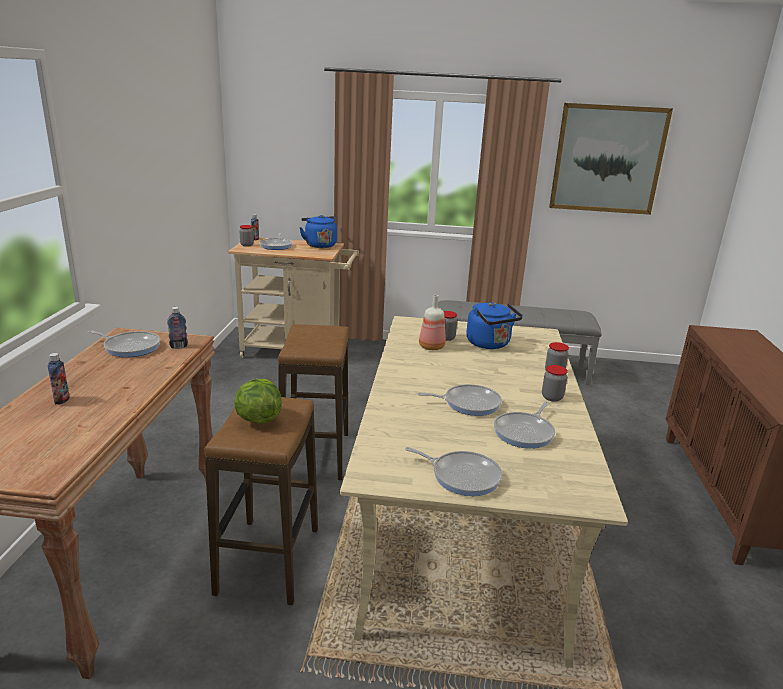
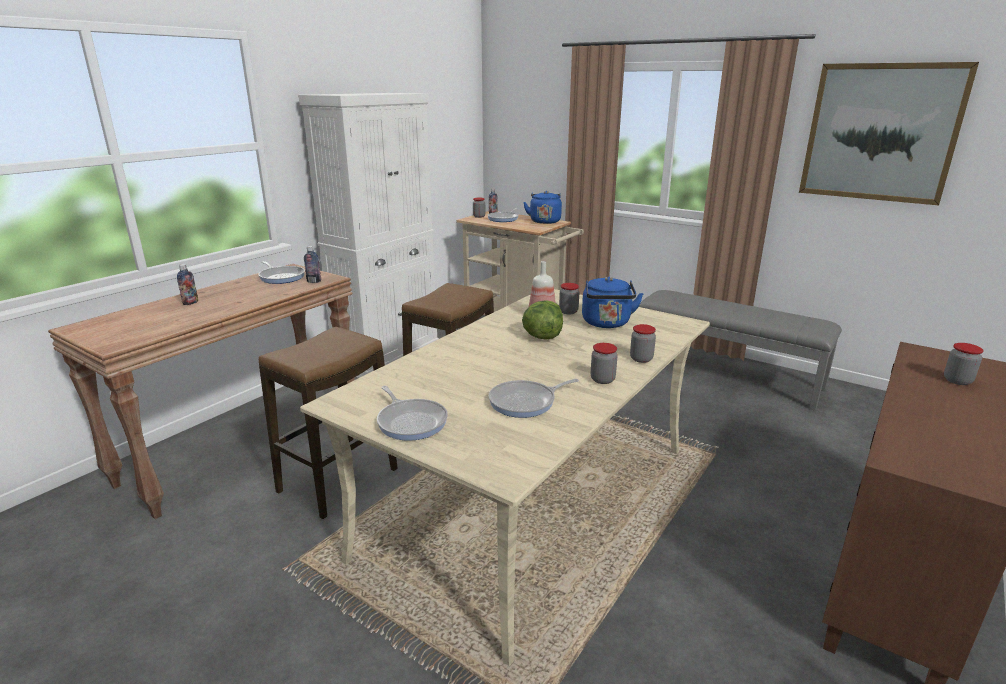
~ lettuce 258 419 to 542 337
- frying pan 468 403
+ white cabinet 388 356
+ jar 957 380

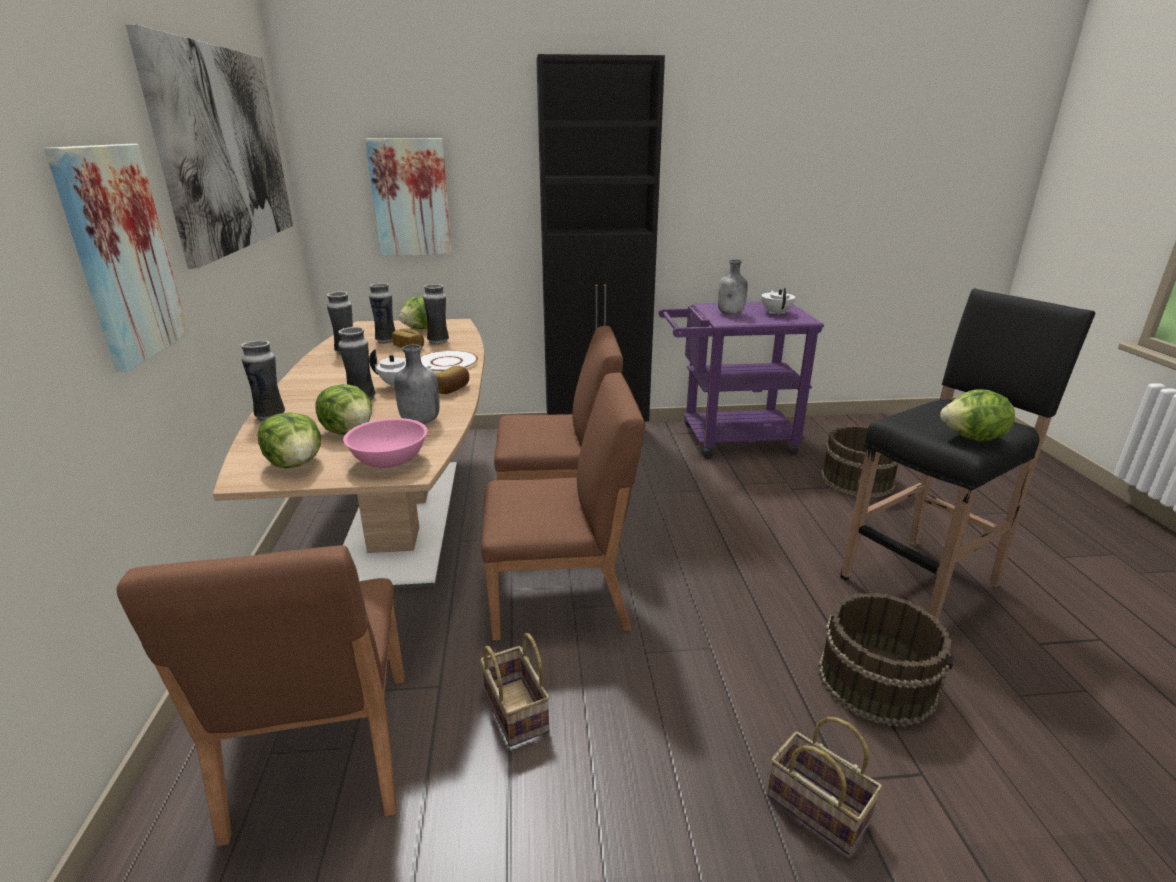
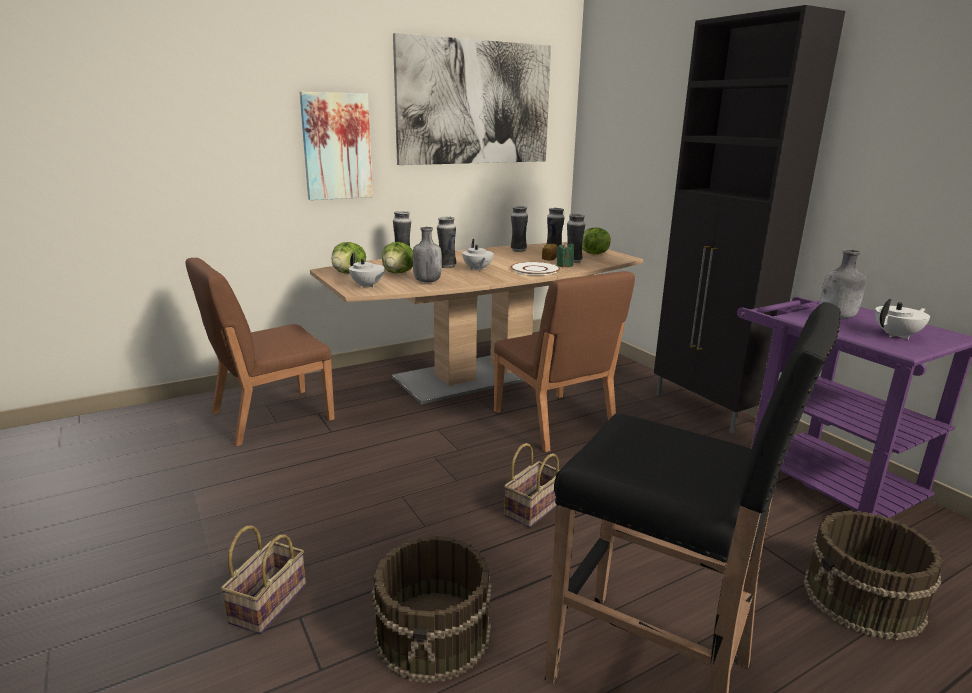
- picture 411 198
- bread 452 389
- brown chair 560 597
- lettuce 973 439
~ pink bowl 390 460 to white teapot 367 286
~ basket 513 710 to 533 507
+ green candle 564 265

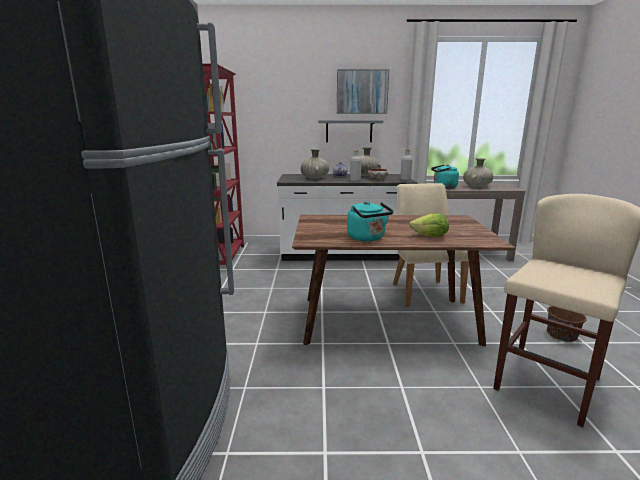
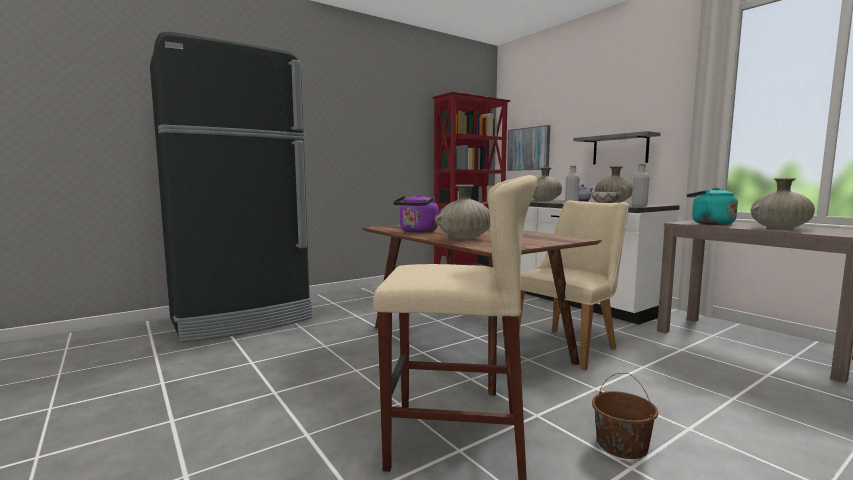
~ picture 362 92 to 528 149
~ turquoise kettle 367 238 to purple kettle 418 232
~ lettuce 430 236 to beige vase 465 238

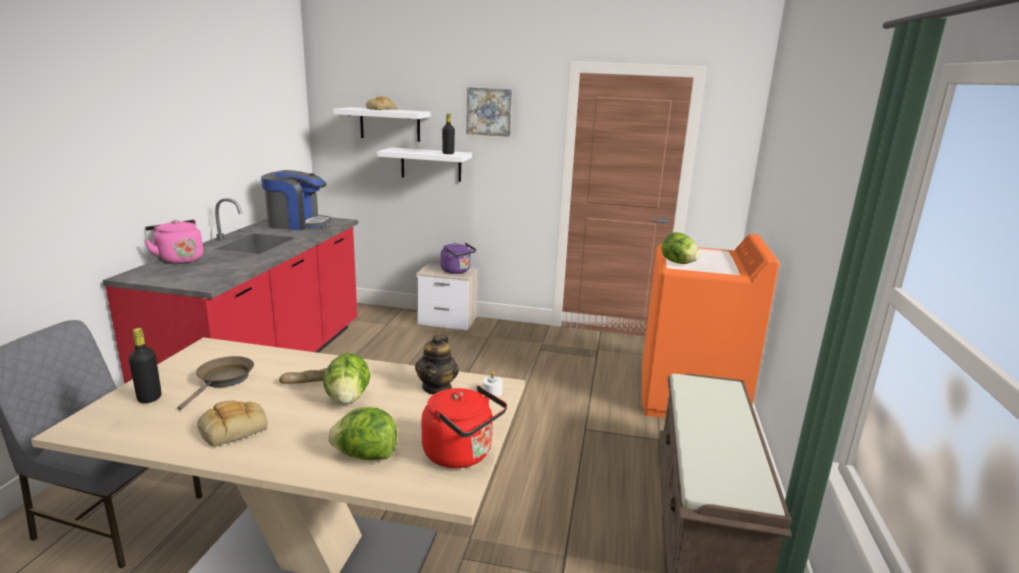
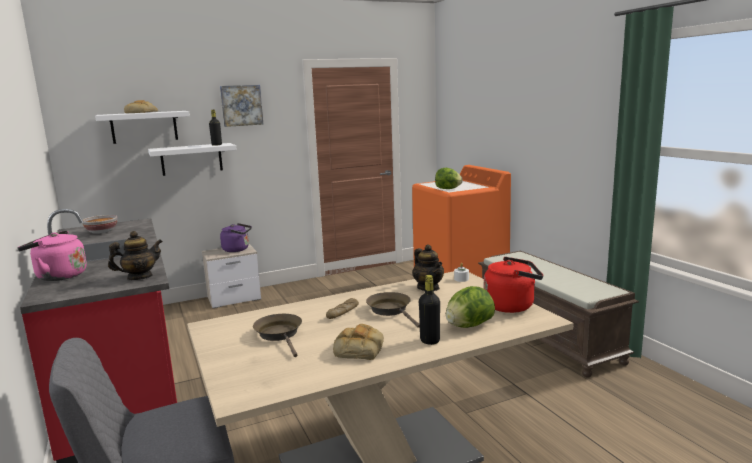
~ coffee machine 297 224 to bowl 101 231
~ black bottle 149 398 to 430 340
~ lettuce 348 399 to brown frying pan 391 310
+ teapot 139 277

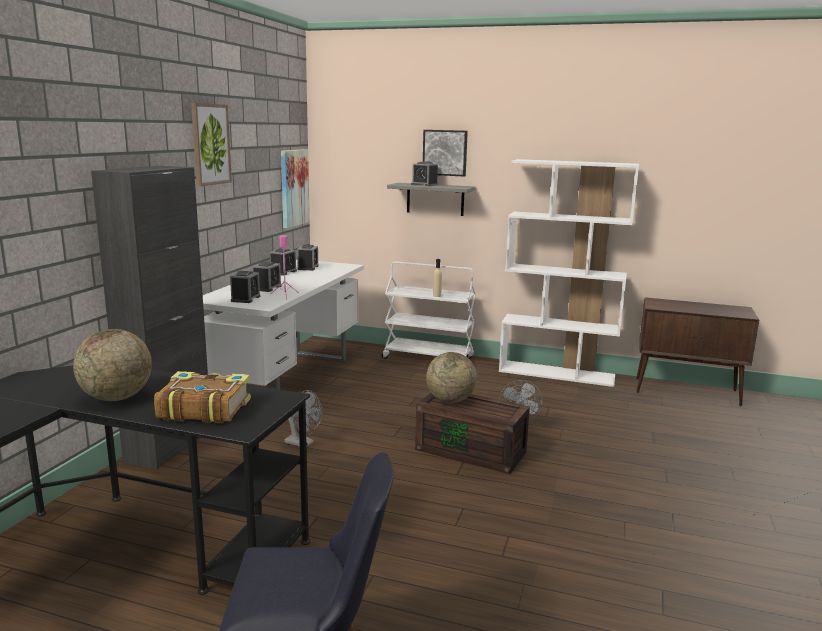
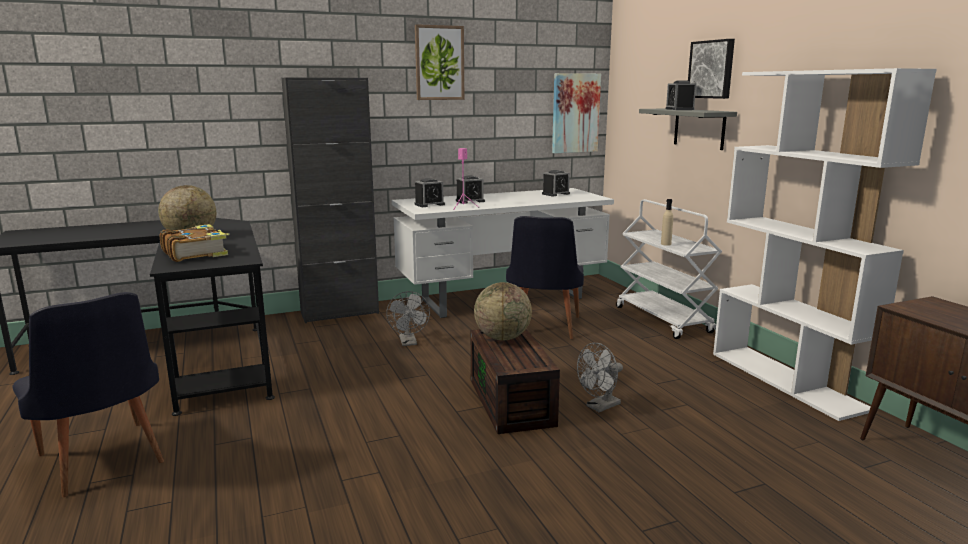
- alarm clock 283 272
+ black chair 544 328

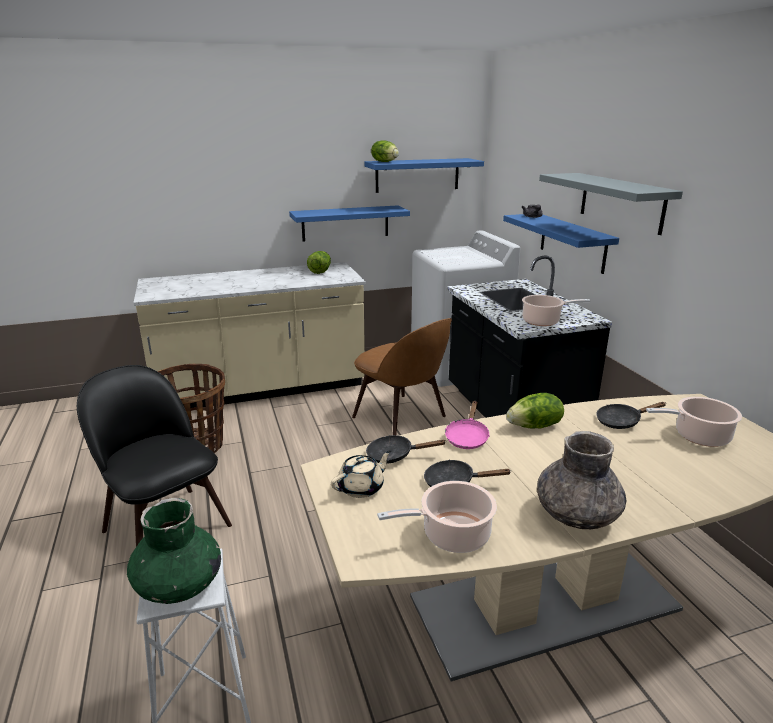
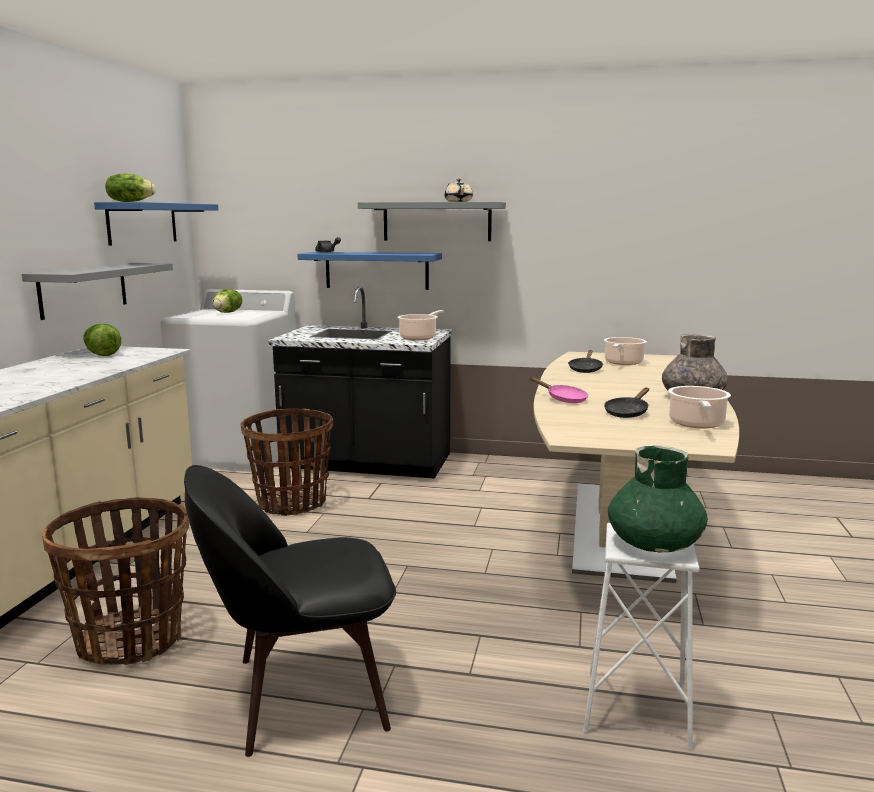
~ blue shelf 345 223 to grey shelf 84 289
~ brown chair 402 418 to basket 291 503
~ lettuce 535 426 to 228 312
- black frying pan 394 455
~ beige teapot 362 488 to 458 201

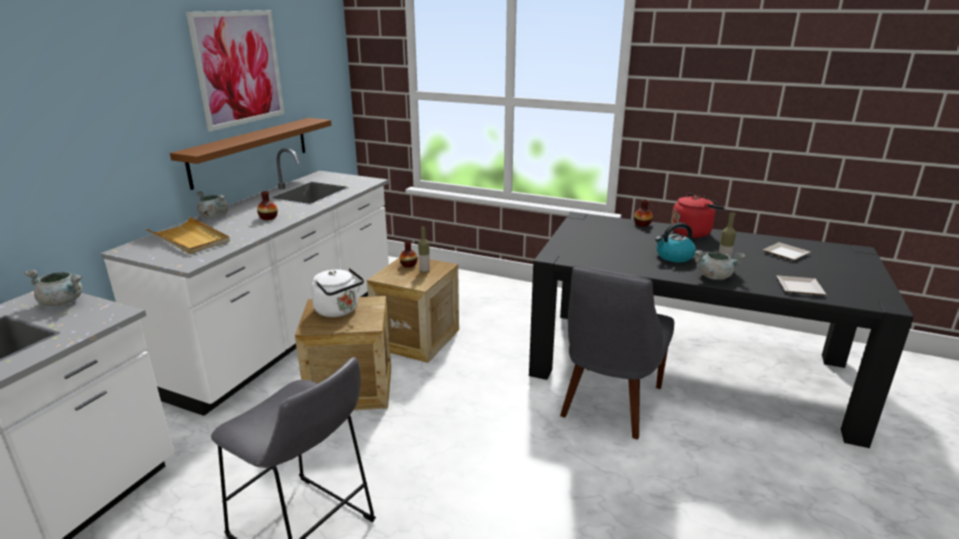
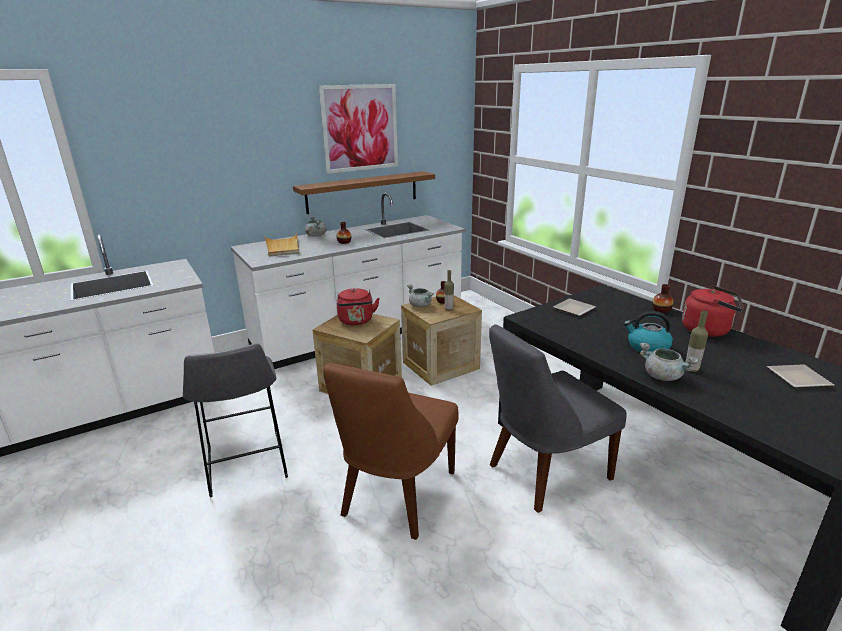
~ white kettle 339 311 to red kettle 356 321
~ grey cooking pot 63 302 to 421 306
~ plate 801 288 to 574 310
+ brown chair 396 496

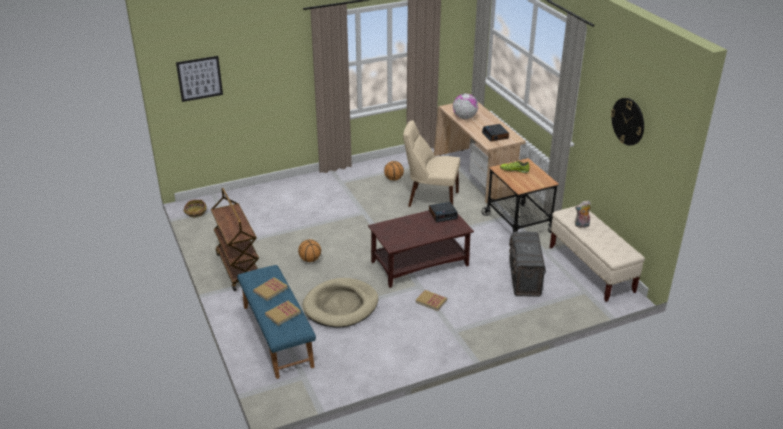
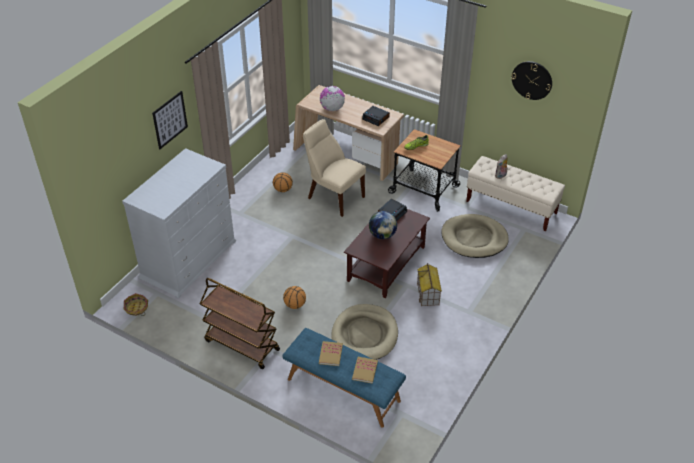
~ picture 199 78 to 170 119
~ beige chair 430 199 = 334 196 60 degrees clockwise
~ grey storage box 524 278 to beige dog bed 474 238
~ book 431 301 to toy house 428 294
+ white dresser 188 259
+ globe 382 235

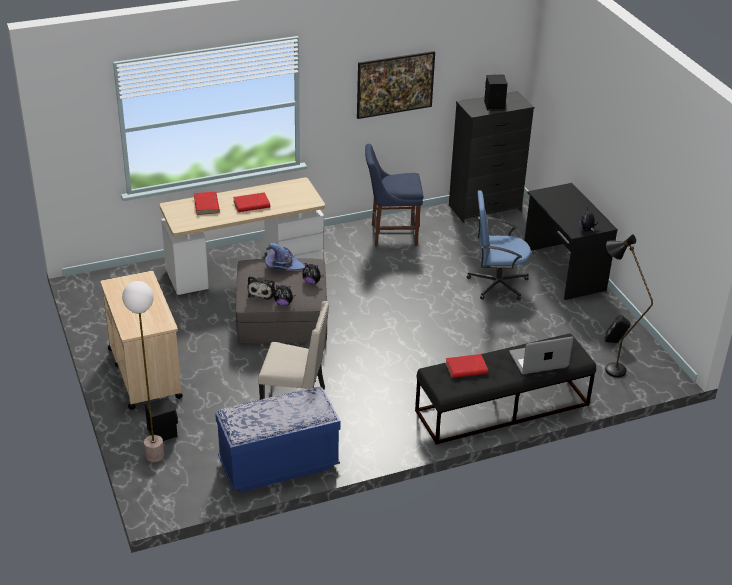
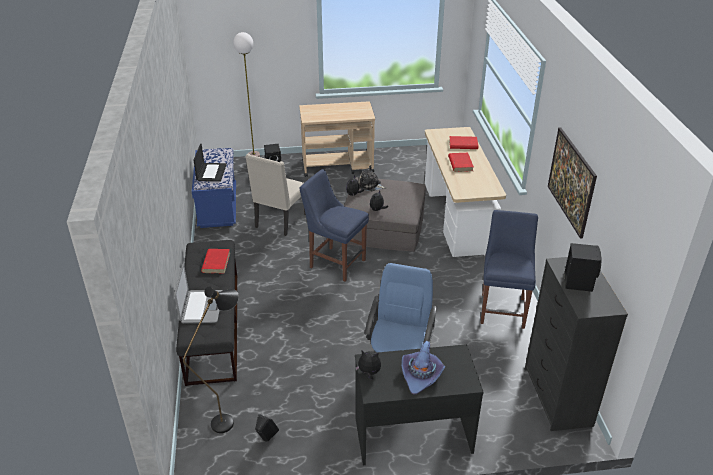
~ purple hat 283 266 to 421 375
+ laptop 211 172
+ blue chair 335 262

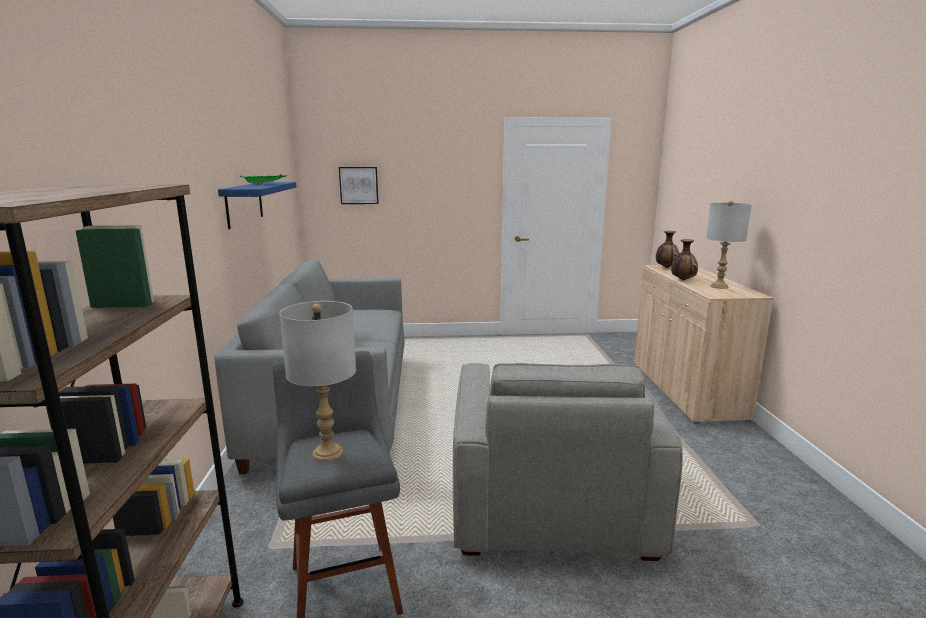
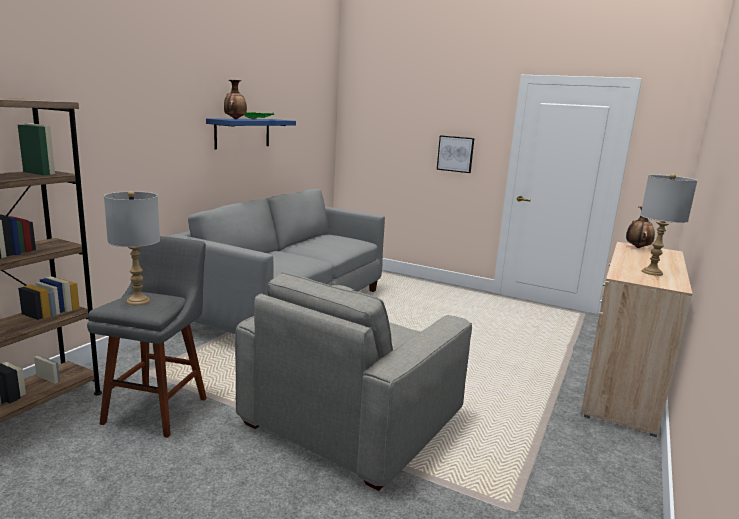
~ picture 359 185 to 455 154
~ vase 682 280 to 235 119

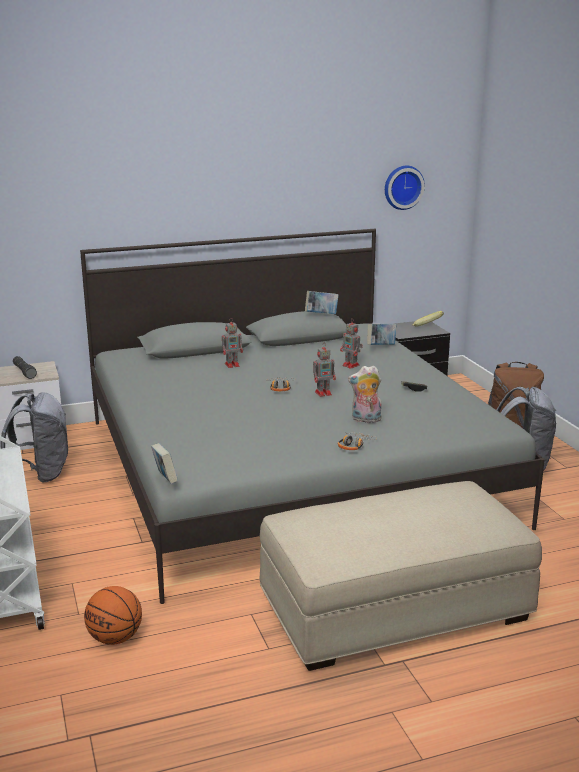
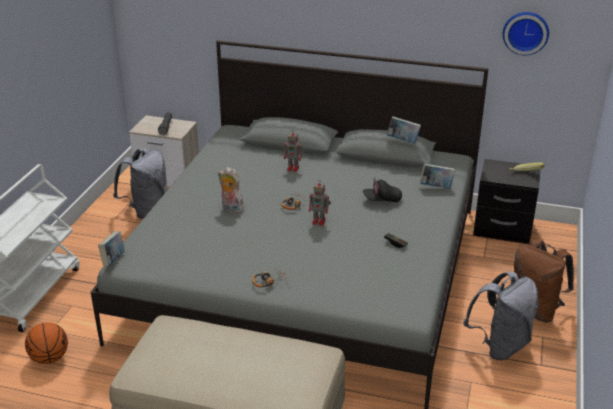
~ toy robot 351 365 to black cap 382 200
~ plush toy 365 420 to 230 208

